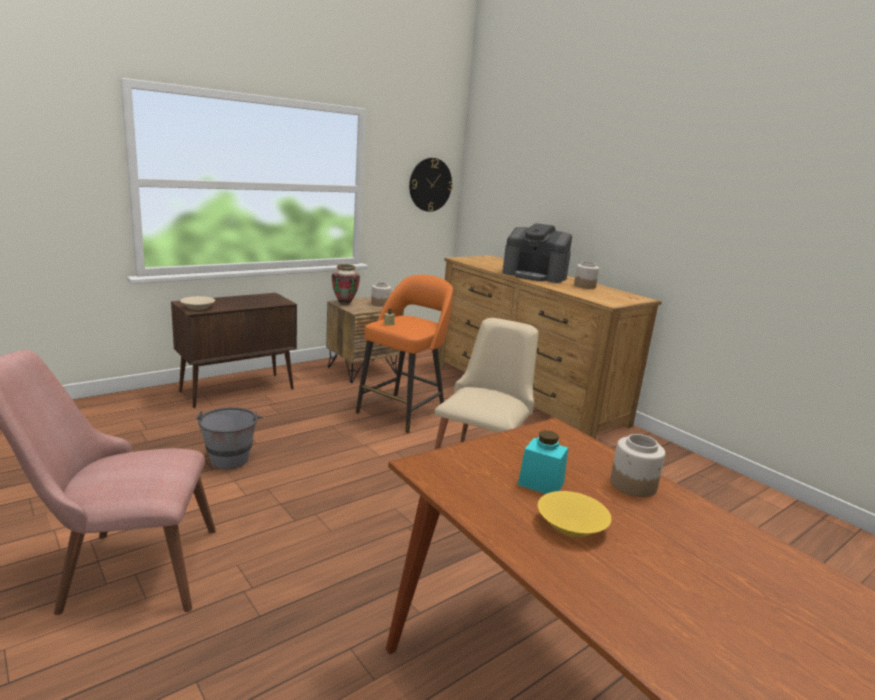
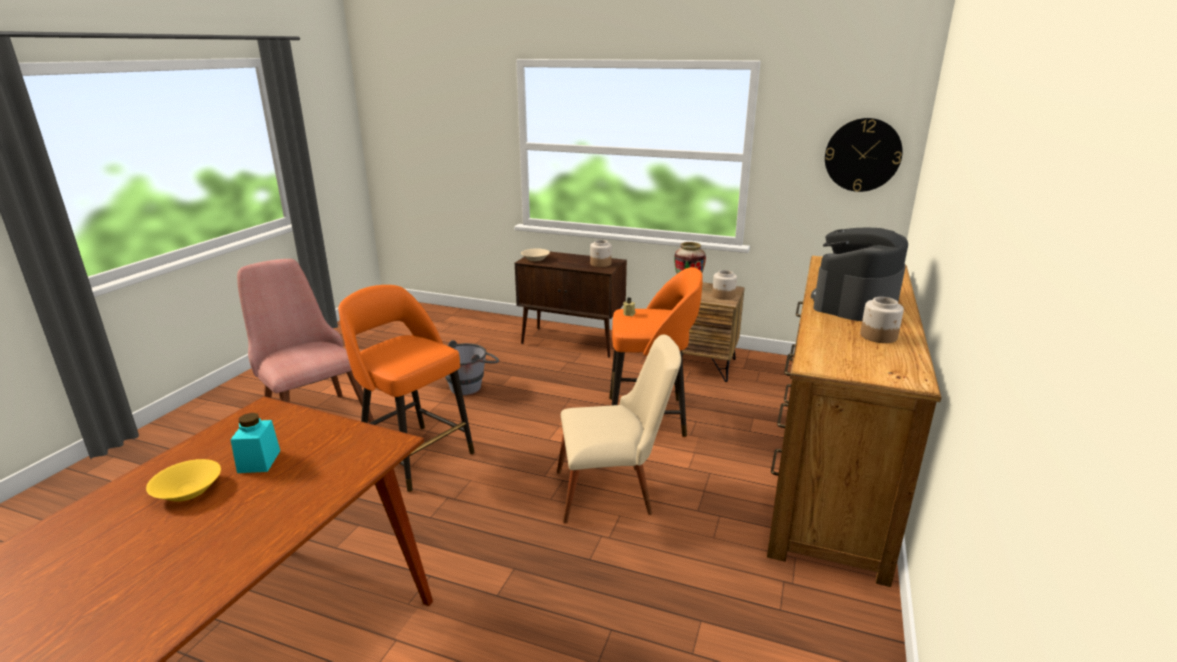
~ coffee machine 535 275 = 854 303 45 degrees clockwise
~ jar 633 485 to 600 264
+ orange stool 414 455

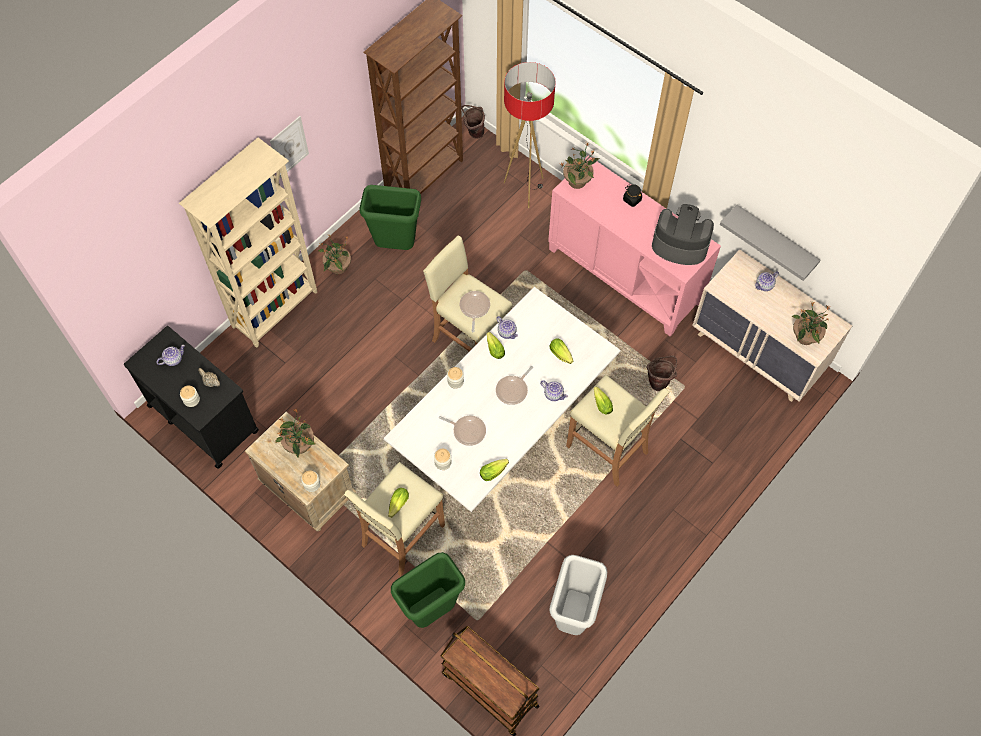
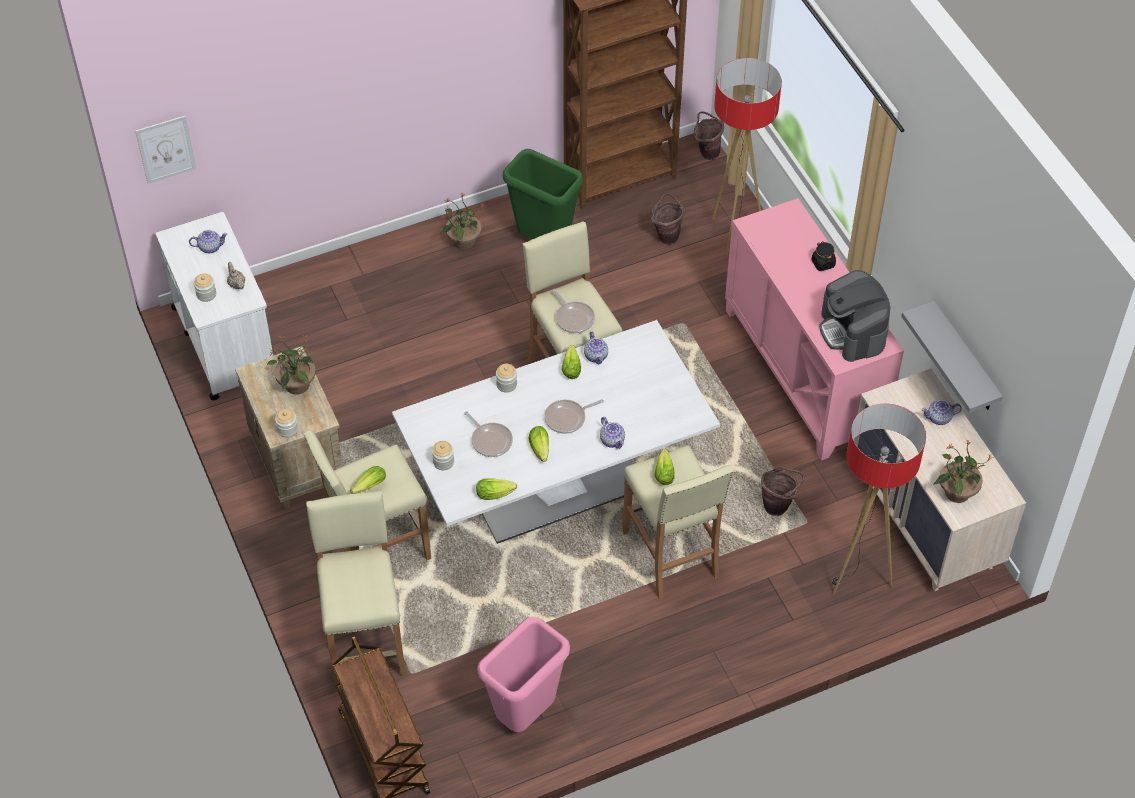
~ picture 289 147 to 166 149
- beige bookcase 276 309
- potted plant 577 181
~ coffee machine 679 244 = 853 331 150 degrees counterclockwise
~ frying pan 474 308 = 573 318 120 degrees clockwise
~ black cart 202 417 to white cart 224 342
~ lettuce 561 355 to 540 450
~ green trash can 432 609 to beige stool 365 641
~ grey trash can 573 616 to pink trash can 526 716
+ brown bucket 667 235
+ floor lamp 858 576

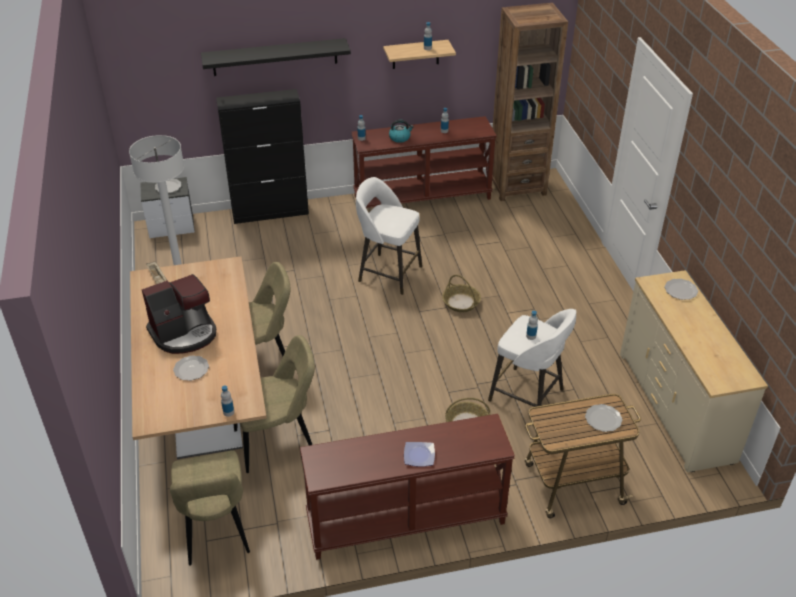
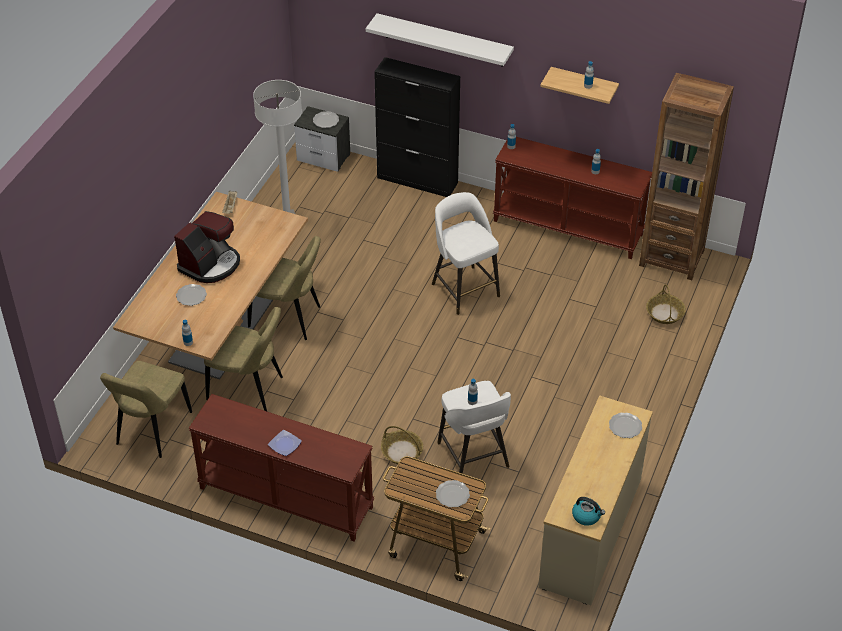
~ black shelf 275 57 to white shelf 444 40
~ kettle 400 138 to 586 516
~ coffee machine 184 333 = 210 264 60 degrees counterclockwise
~ basket 461 302 to 665 313

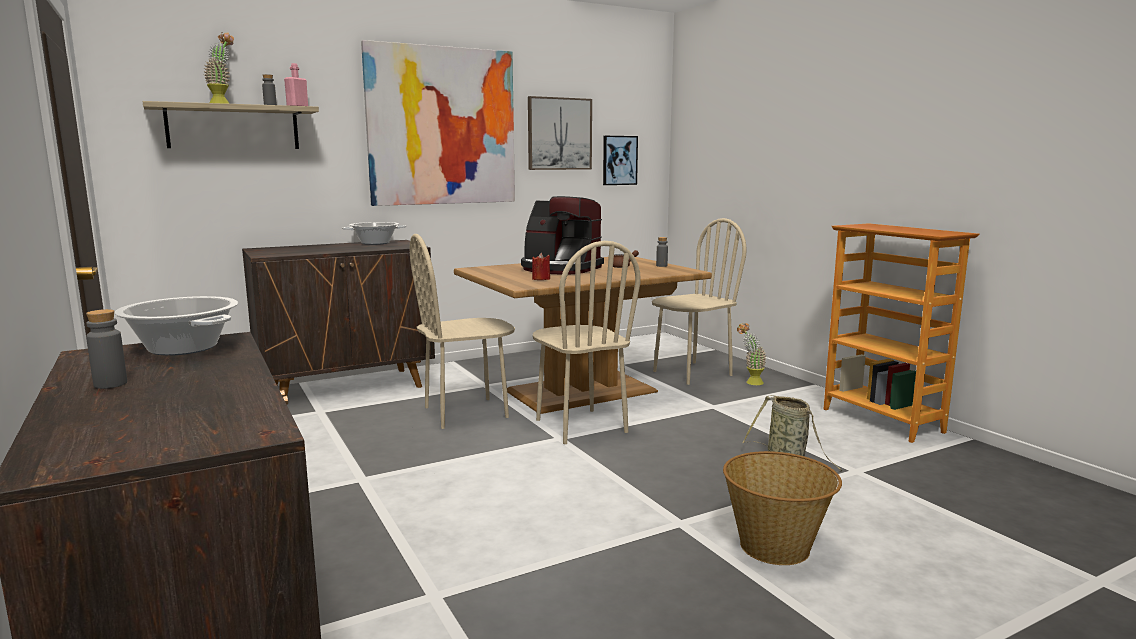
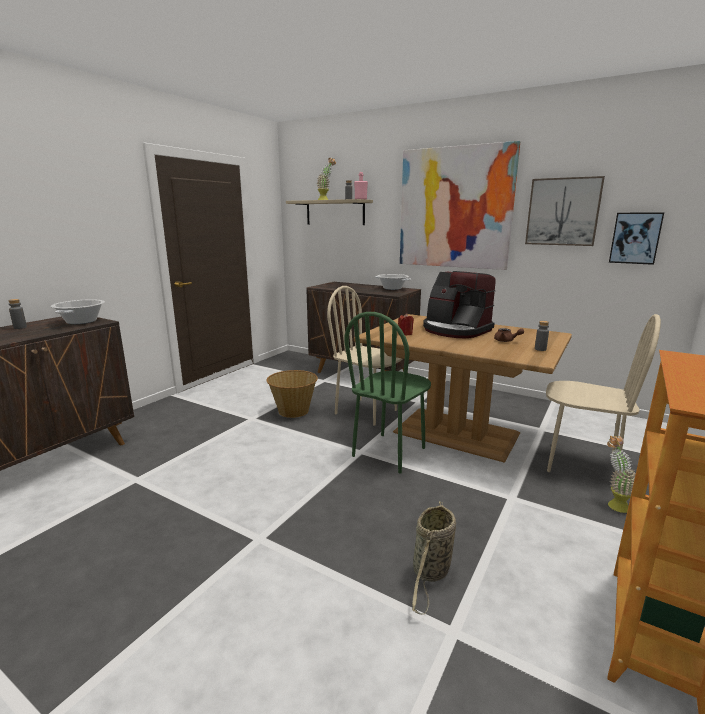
~ coffee machine 560 269 = 455 330 45 degrees counterclockwise
~ beige chair 580 426 to green chair 389 452
~ basket 776 547 to 293 411

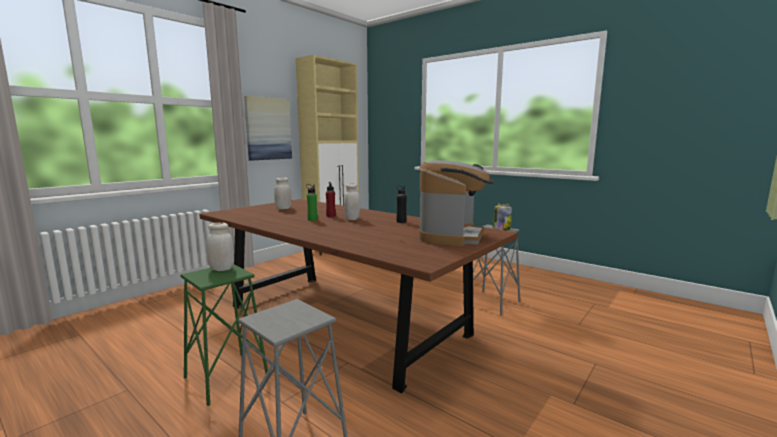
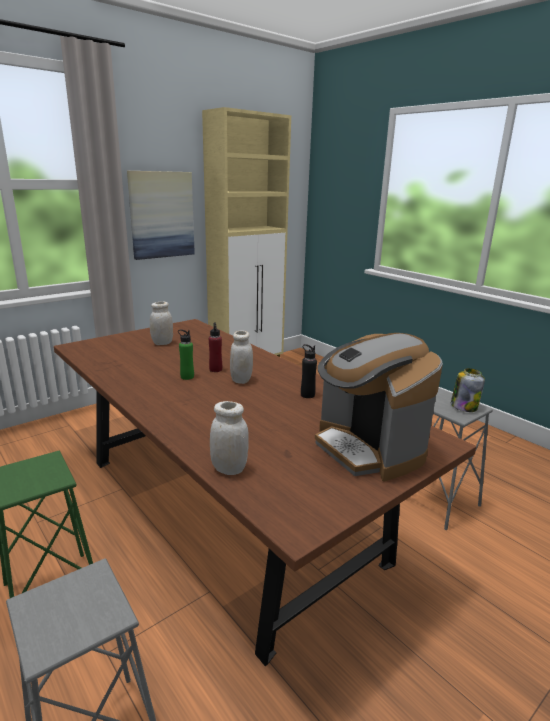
~ coffee machine 452 236 = 368 449 120 degrees clockwise
~ white jar 221 269 to 229 469

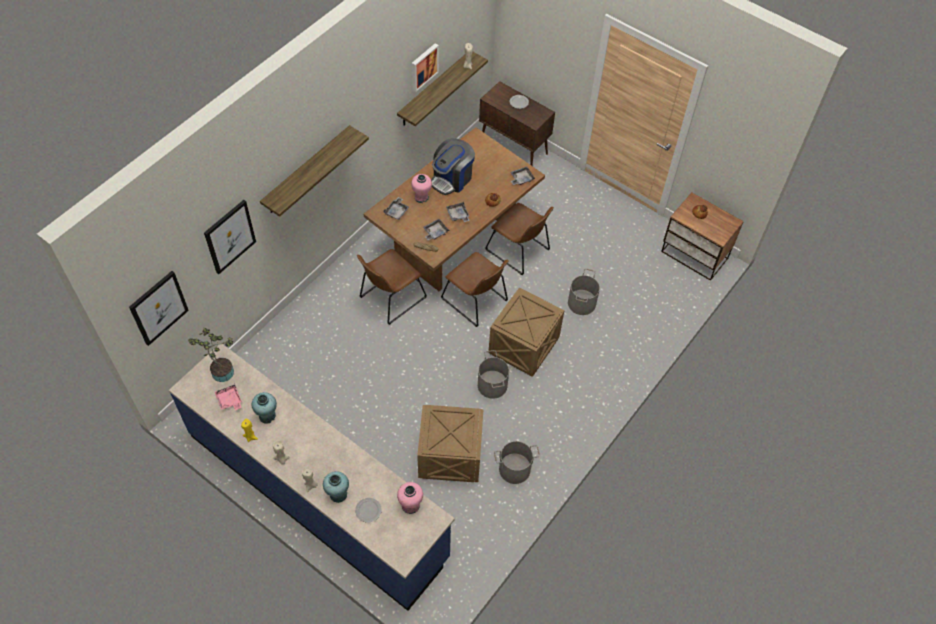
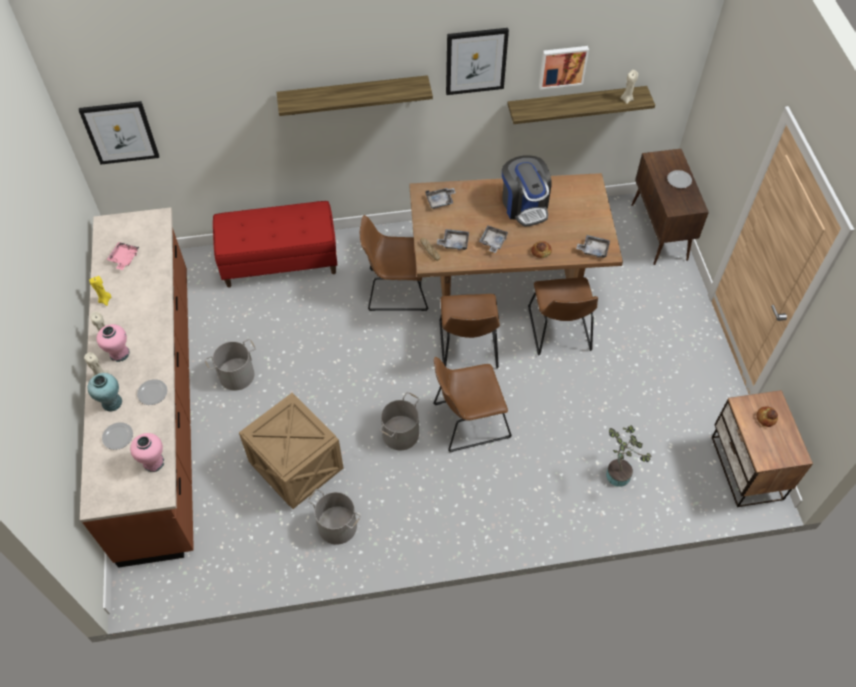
~ coffee machine 452 179 = 524 205 105 degrees counterclockwise
~ pink vase 421 197 to 119 354
~ picture 229 236 to 476 61
~ grey bucket 582 303 to 237 375
~ crate 523 346 to brown chair 468 421
~ potted plant 221 370 to 618 472
~ blue counter 317 495 to brown counter 159 407
- turquoise vase 267 416
+ red bench 280 262
+ plate 152 393

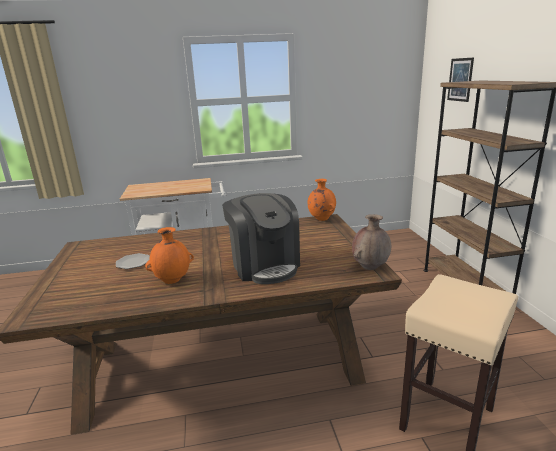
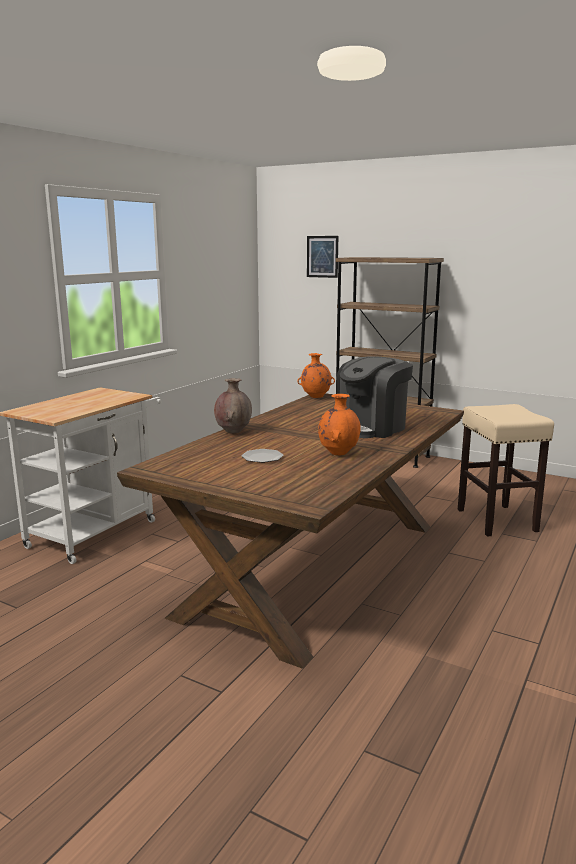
~ coffee machine 264 265 = 371 428 120 degrees clockwise
~ brown vase 370 267 to 233 431

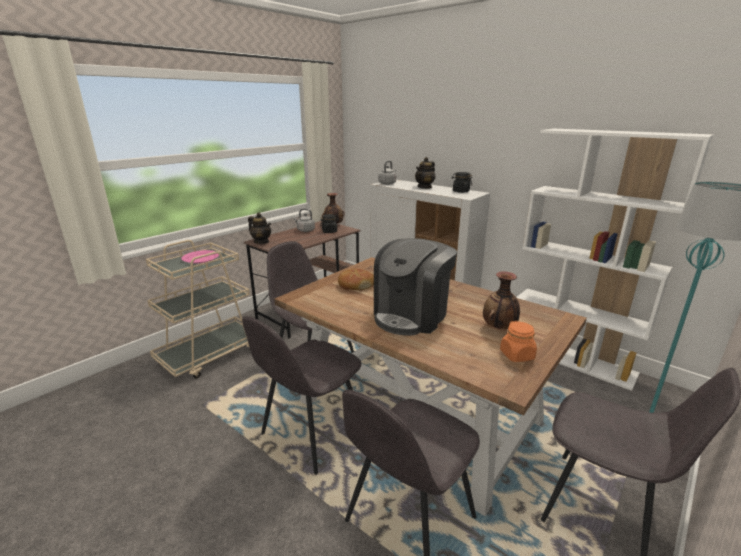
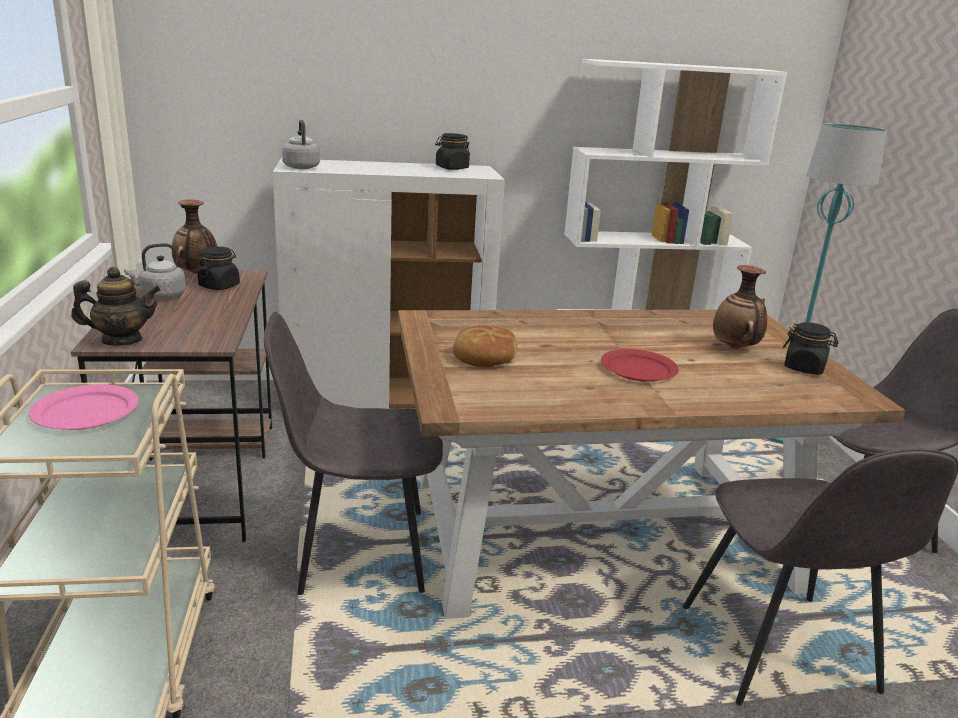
- teapot 424 187
~ coffee machine 411 315 to red plate 638 369
- grey chair 311 434
~ orange jar 517 355 to black jar 804 368

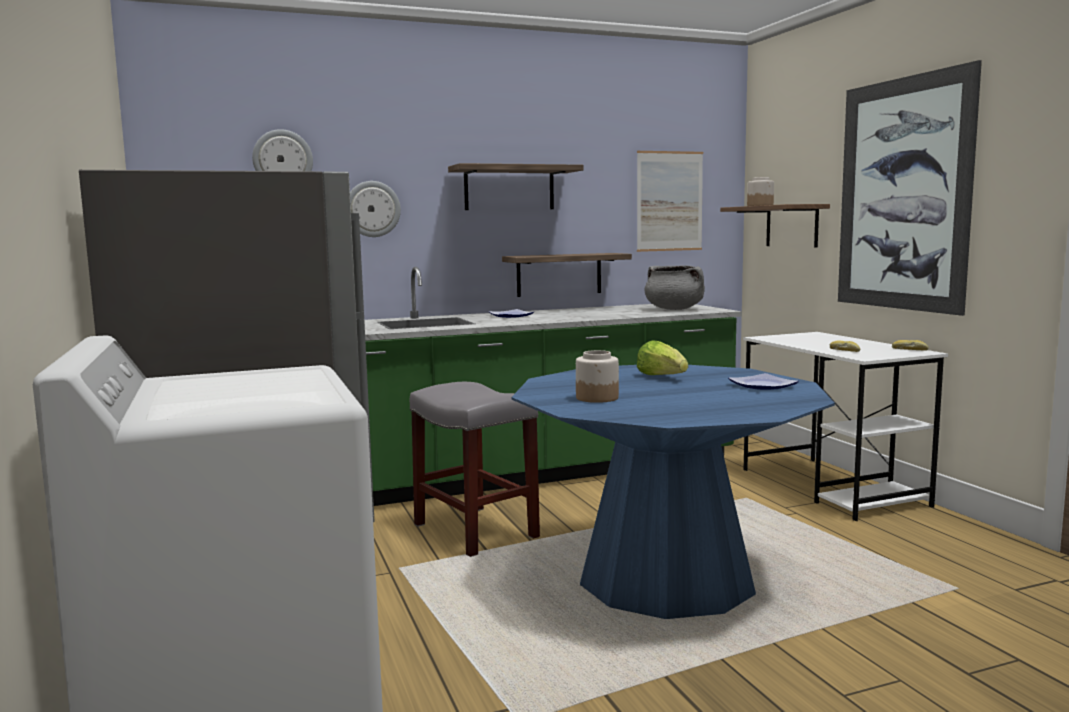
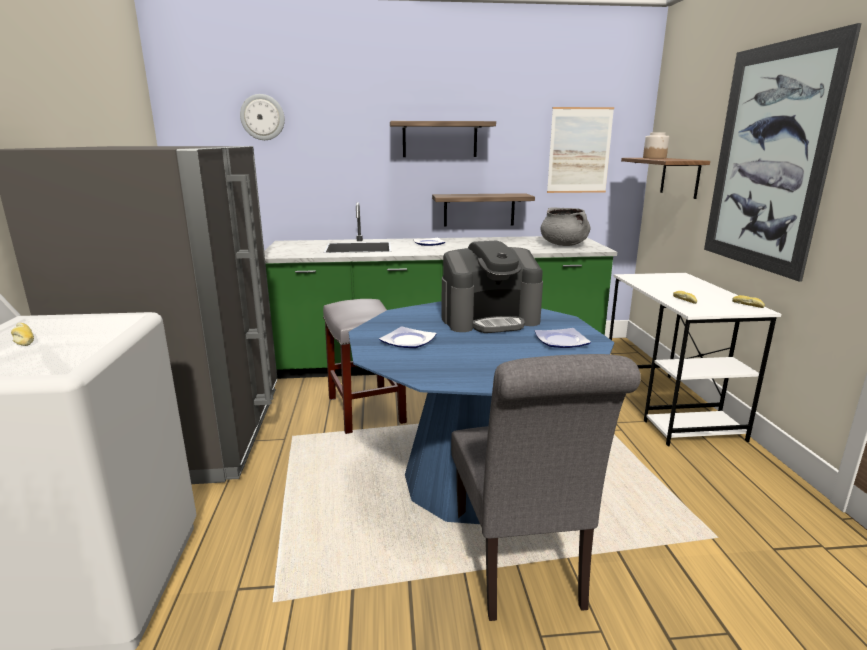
- wall clock 372 209
~ lettuce 661 377 to coffee machine 490 319
~ jar 597 398 to plate 409 341
+ bread 23 340
+ grey chair 520 567

